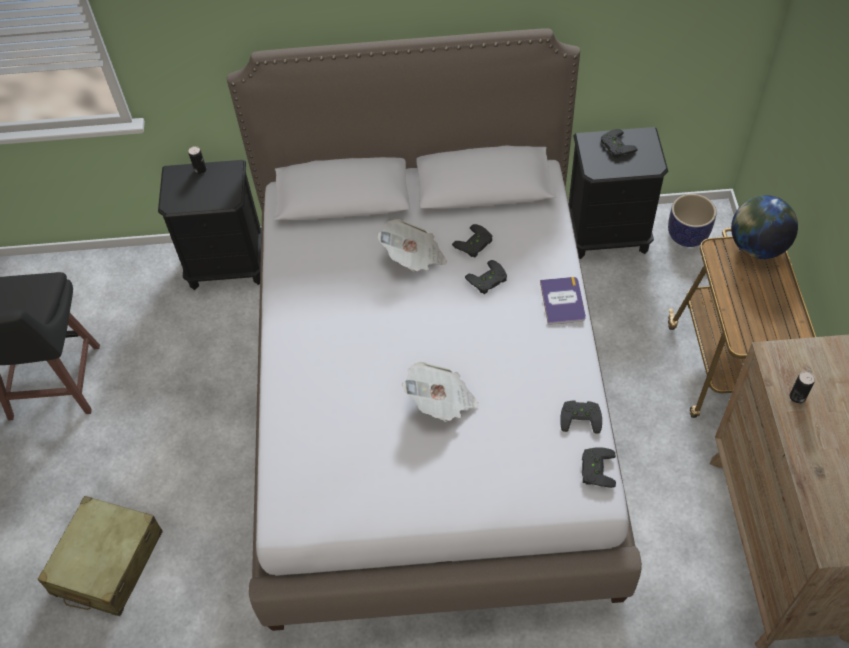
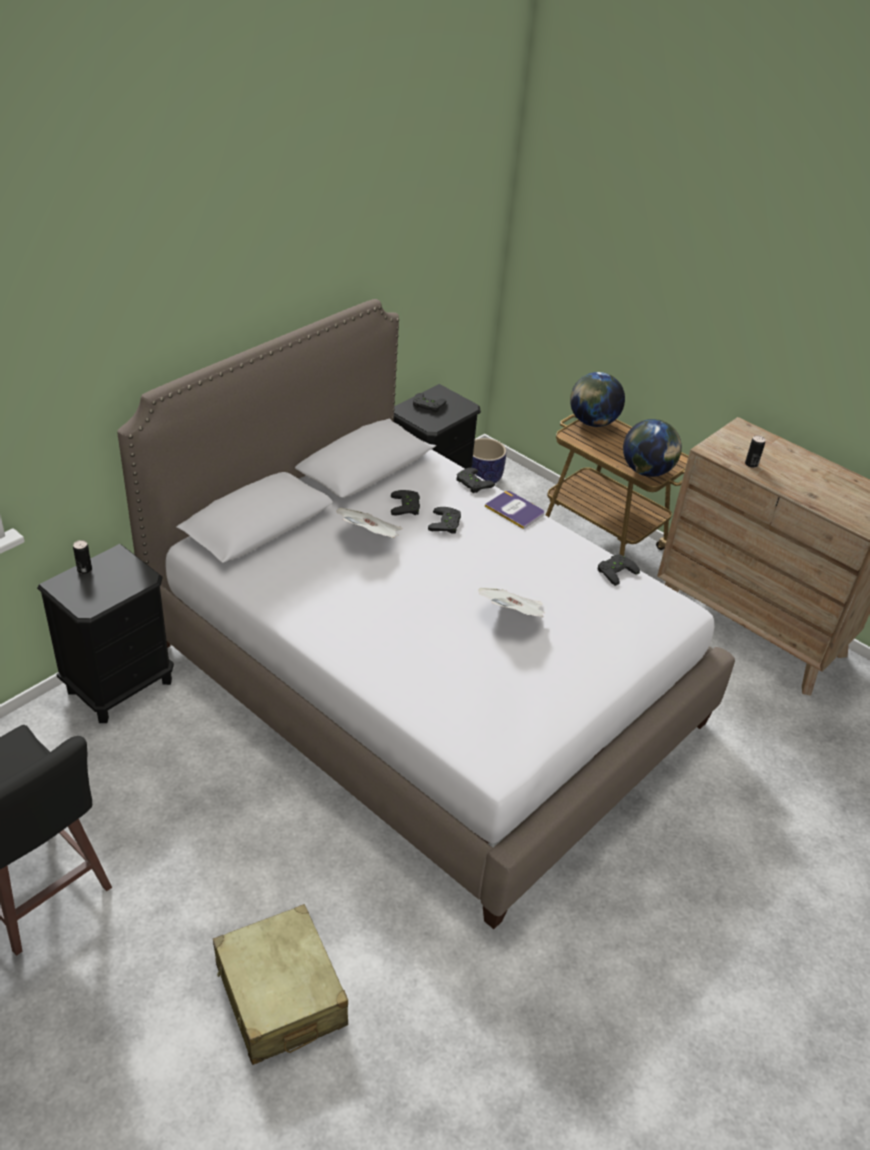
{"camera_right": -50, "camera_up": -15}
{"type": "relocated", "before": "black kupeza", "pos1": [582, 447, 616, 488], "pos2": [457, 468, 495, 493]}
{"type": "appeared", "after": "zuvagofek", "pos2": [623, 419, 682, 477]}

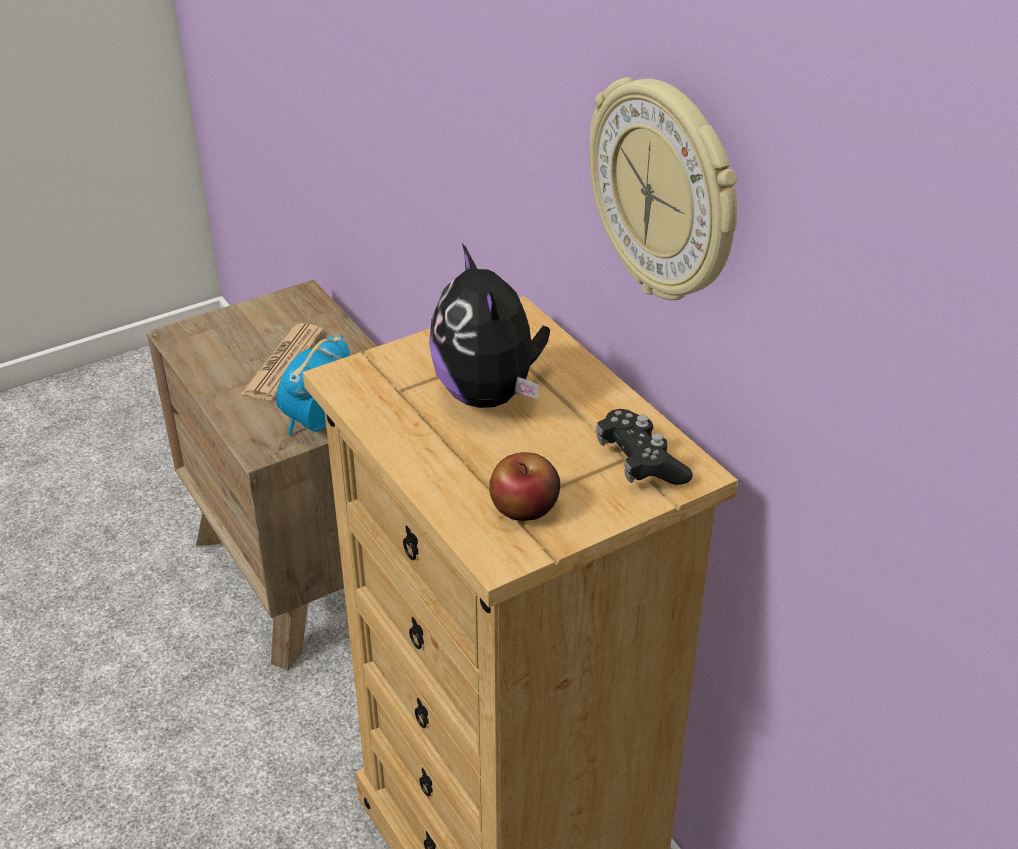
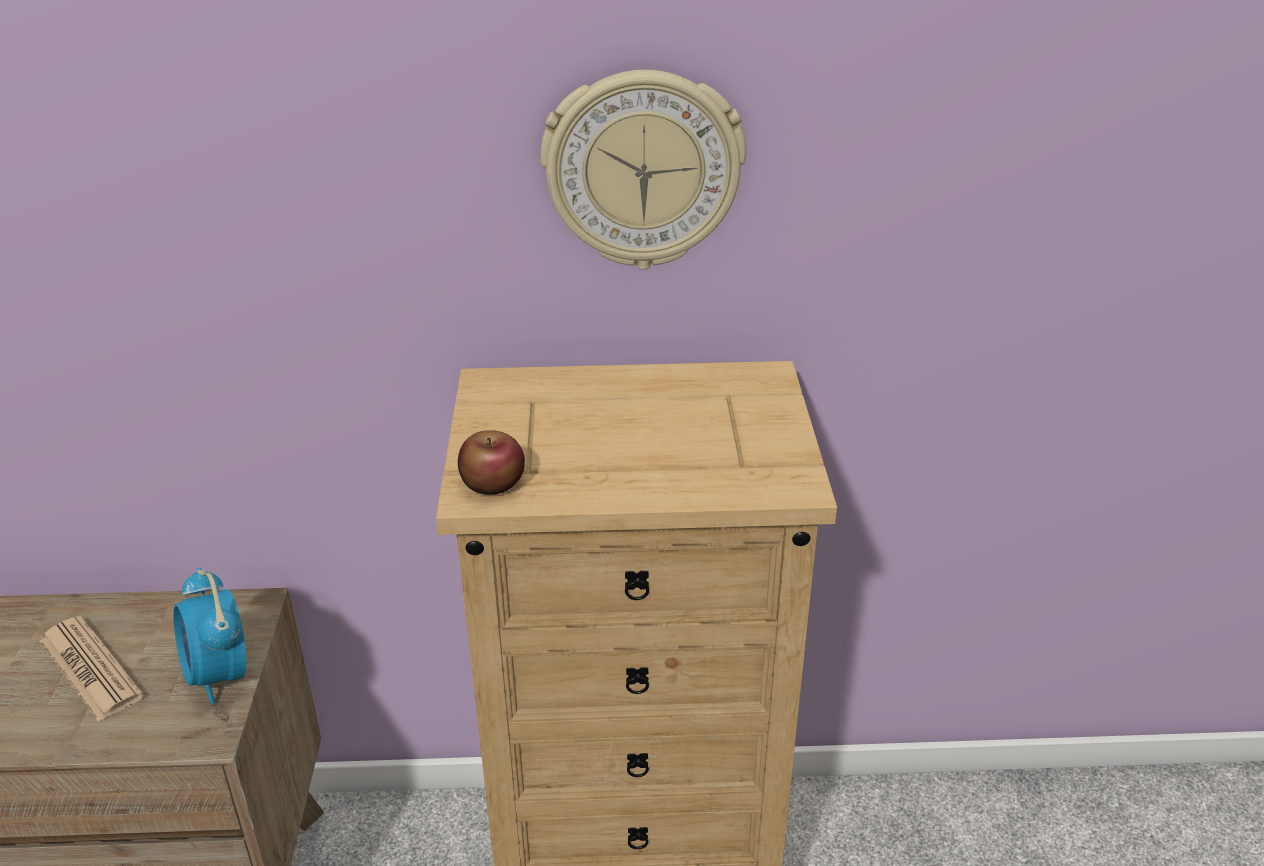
{"camera_right": -60, "camera_up": -5}
{"type": "missing", "before": "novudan", "pos1": [429, 243, 550, 408]}
{"type": "relocated", "before": "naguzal", "pos1": [489, 452, 560, 521], "pos2": [458, 430, 525, 495]}
{"type": "missing", "before": "black kupeza", "pos1": [596, 409, 693, 485]}

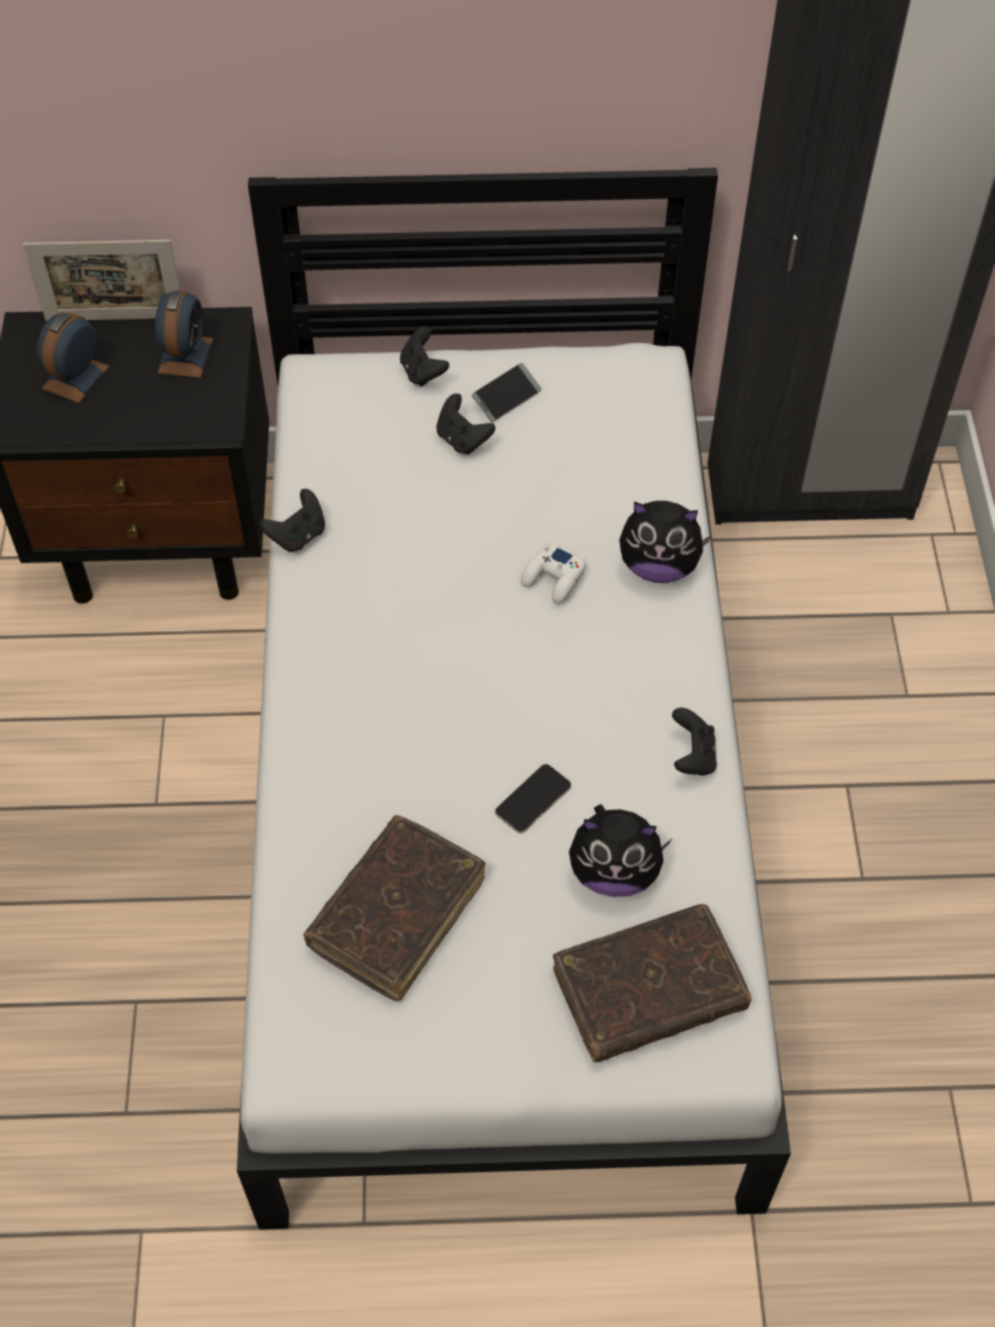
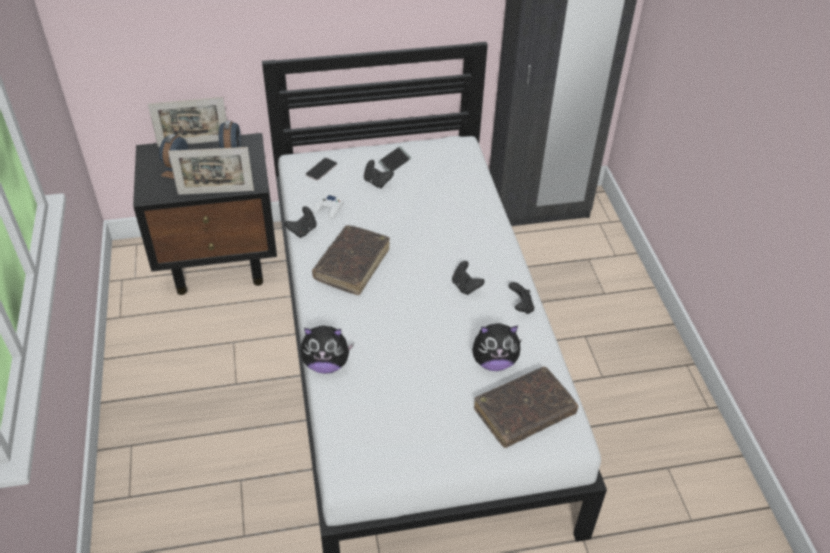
{"camera_right": -10, "camera_up": -10}
{"type": "relocated", "before": "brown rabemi", "pos1": [303, 815, 486, 1001], "pos2": [312, 226, 390, 295]}
{"type": "relocated", "before": "black kupeza", "pos1": [400, 326, 449, 387], "pos2": [452, 261, 485, 295]}
{"type": "relocated", "before": "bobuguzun", "pos1": [495, 764, 571, 833], "pos2": [306, 158, 337, 180]}
{"type": "relocated", "before": "white kupeza", "pos1": [521, 543, 586, 604], "pos2": [313, 193, 343, 219]}
{"type": "relocated", "before": "novudan", "pos1": [619, 501, 712, 583], "pos2": [301, 325, 354, 374]}
{"type": "appeared", "after": "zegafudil", "pos2": [168, 147, 254, 195]}

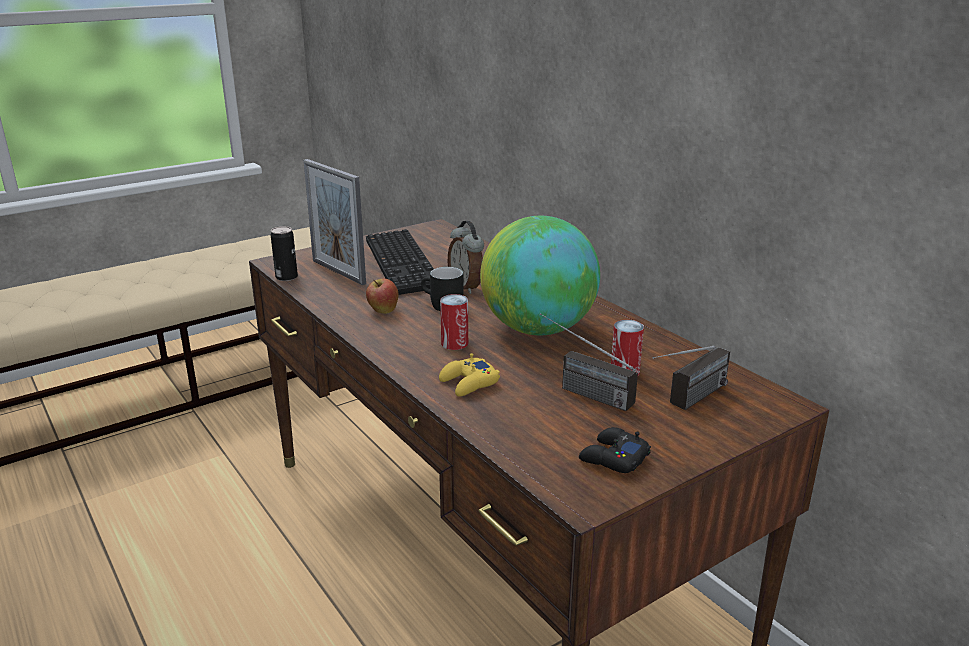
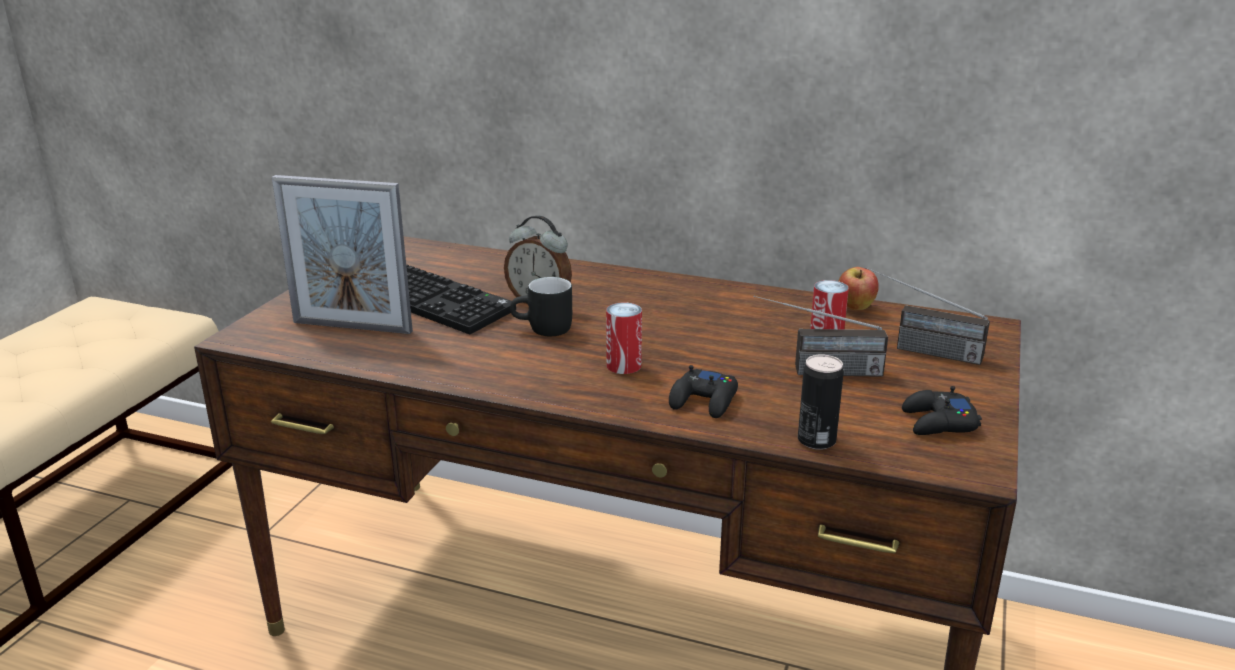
{"camera_right": -35, "camera_up": 0}
{"type": "relocated", "before": "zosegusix", "pos1": [271, 226, 298, 281], "pos2": [798, 354, 844, 450]}
{"type": "relocated", "before": "naguzal", "pos1": [366, 279, 399, 314], "pos2": [838, 267, 879, 310]}
{"type": "colour", "before": "yellow kupeza", "after": "black kupeza", "pos1": [439, 353, 500, 397], "pos2": [669, 365, 738, 418]}
{"type": "missing", "before": "zuvagofek", "pos1": [480, 216, 600, 336]}
{"type": "spun", "before": "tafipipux", "pos1": [652, 346, 730, 410], "pos2": [865, 267, 990, 365], "turn": 105}

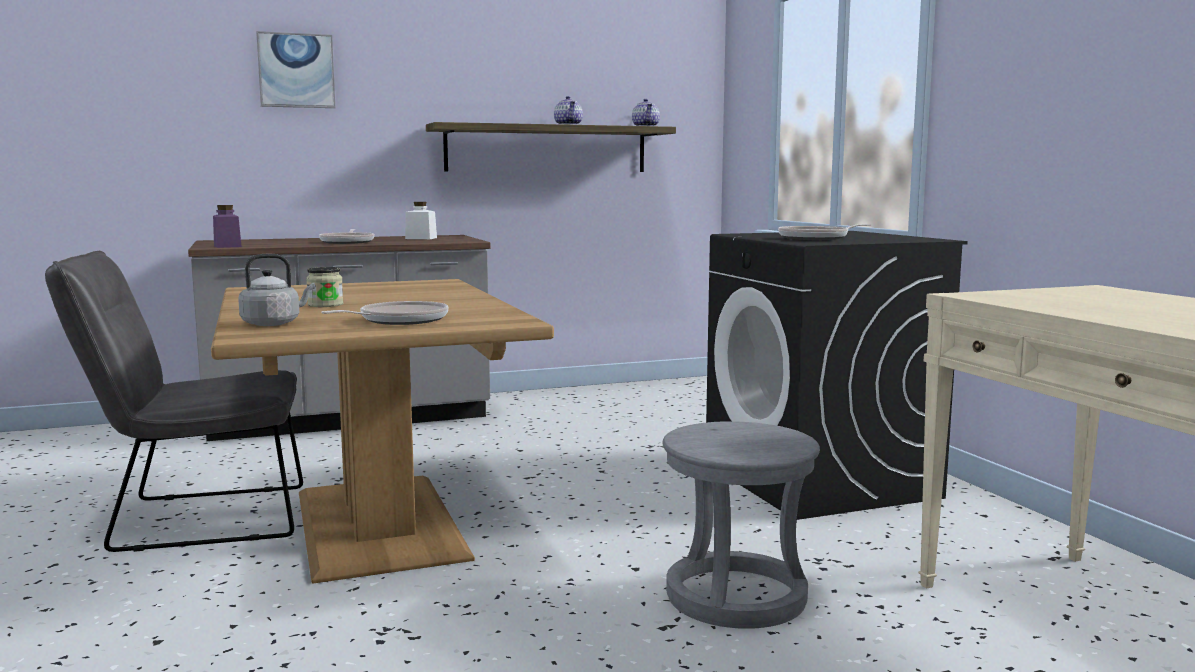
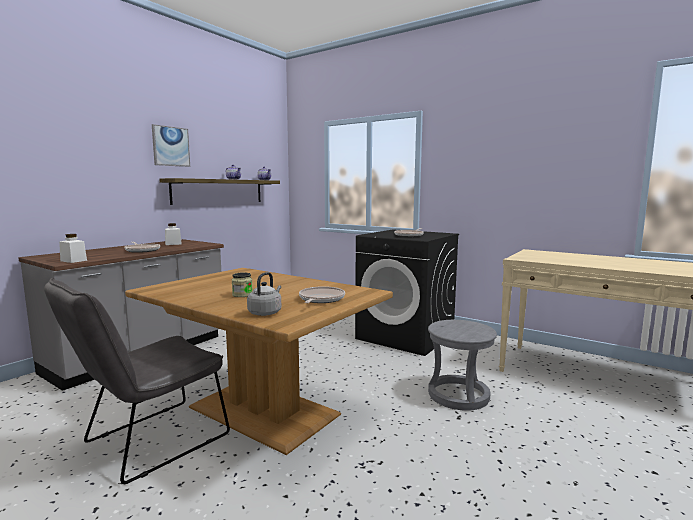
{"camera_right": -35, "camera_up": 0}
{"type": "colour", "before": "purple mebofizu", "after": "white mebofizu", "pos1": [213, 205, 242, 248], "pos2": [59, 234, 87, 263]}
{"type": "relocated", "before": "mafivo", "pos1": [256, 31, 336, 108], "pos2": [152, 124, 190, 167]}

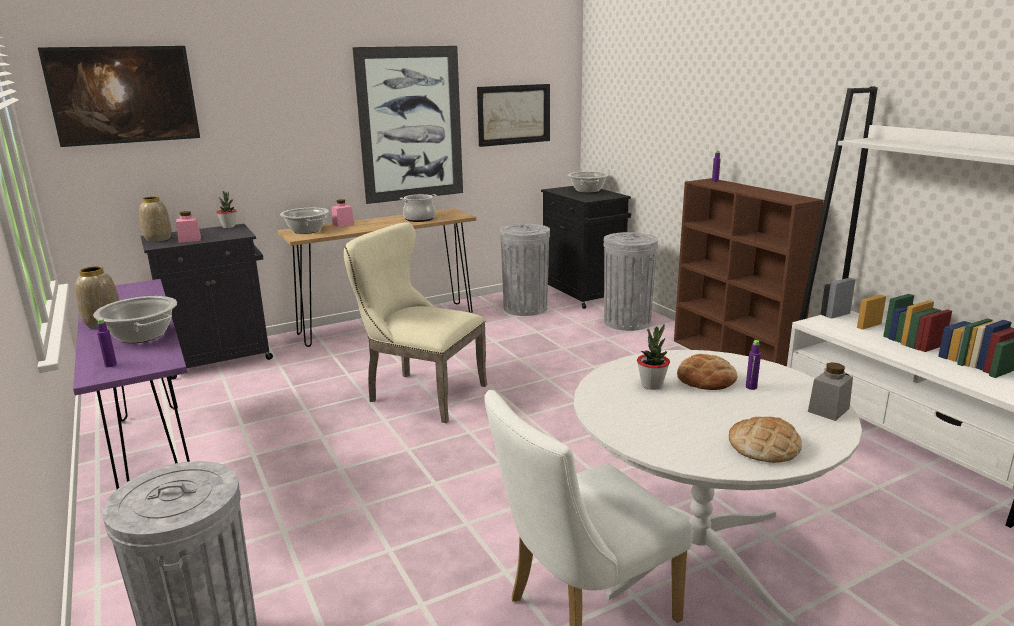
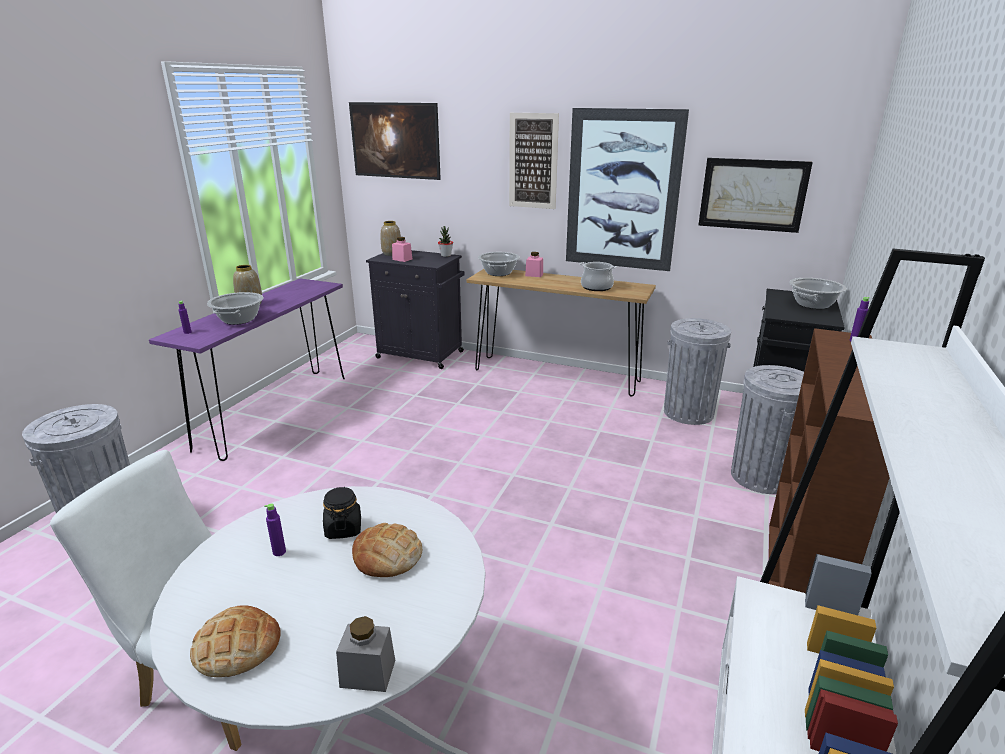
{"camera_right": 50, "camera_up": 5}
{"type": "missing", "before": "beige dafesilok", "pos1": [344, 222, 487, 423]}
{"type": "exchanged", "before": "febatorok", "after": "black mebofizu", "pos1": [637, 324, 670, 390], "pos2": [323, 487, 361, 539]}
{"type": "relocated", "before": "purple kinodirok", "pos1": [746, 340, 761, 390], "pos2": [264, 503, 286, 556]}
{"type": "appeared", "after": "mafivo", "pos2": [509, 113, 559, 209]}

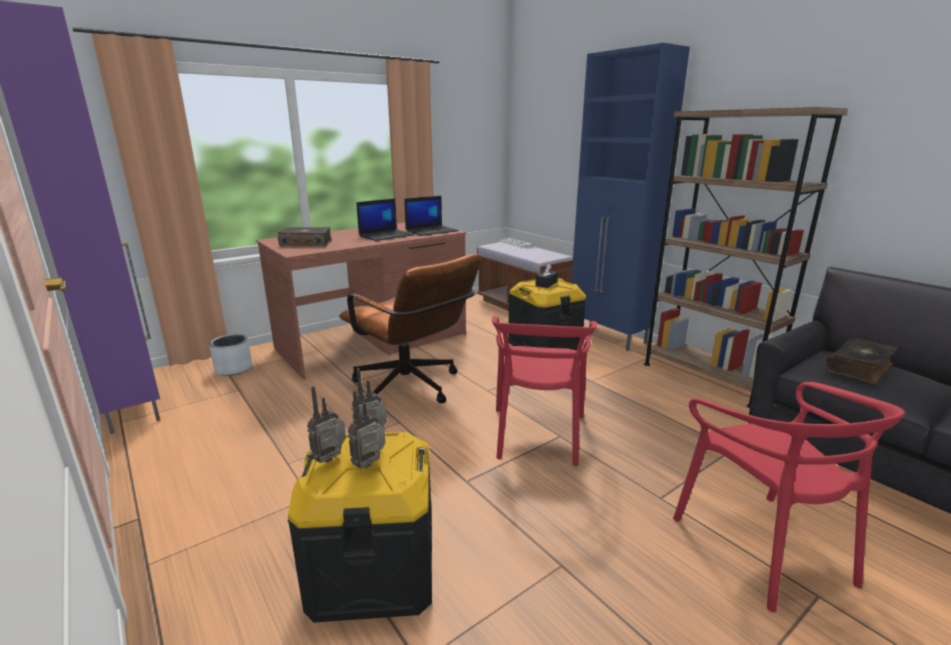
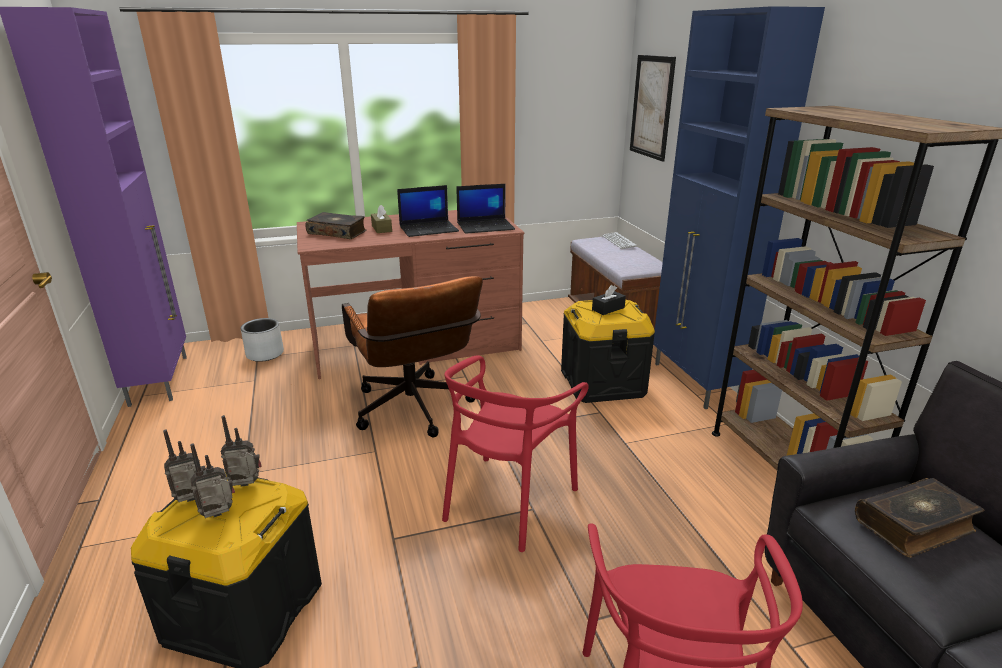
{"camera_right": 20, "camera_up": 5}
{"type": "appeared", "after": "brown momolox", "pos2": [371, 205, 392, 233]}
{"type": "appeared", "after": "mafivo", "pos2": [630, 55, 676, 162]}

